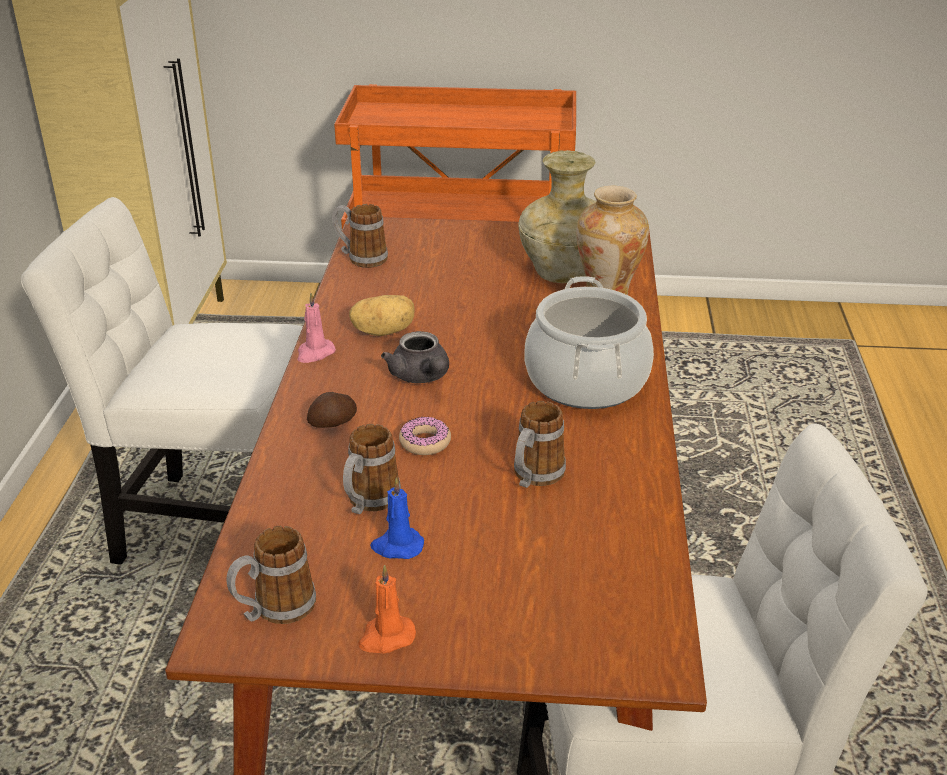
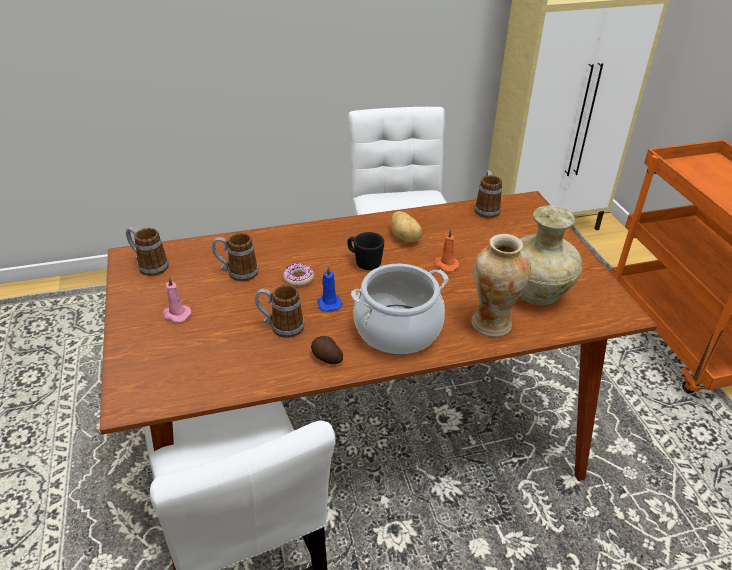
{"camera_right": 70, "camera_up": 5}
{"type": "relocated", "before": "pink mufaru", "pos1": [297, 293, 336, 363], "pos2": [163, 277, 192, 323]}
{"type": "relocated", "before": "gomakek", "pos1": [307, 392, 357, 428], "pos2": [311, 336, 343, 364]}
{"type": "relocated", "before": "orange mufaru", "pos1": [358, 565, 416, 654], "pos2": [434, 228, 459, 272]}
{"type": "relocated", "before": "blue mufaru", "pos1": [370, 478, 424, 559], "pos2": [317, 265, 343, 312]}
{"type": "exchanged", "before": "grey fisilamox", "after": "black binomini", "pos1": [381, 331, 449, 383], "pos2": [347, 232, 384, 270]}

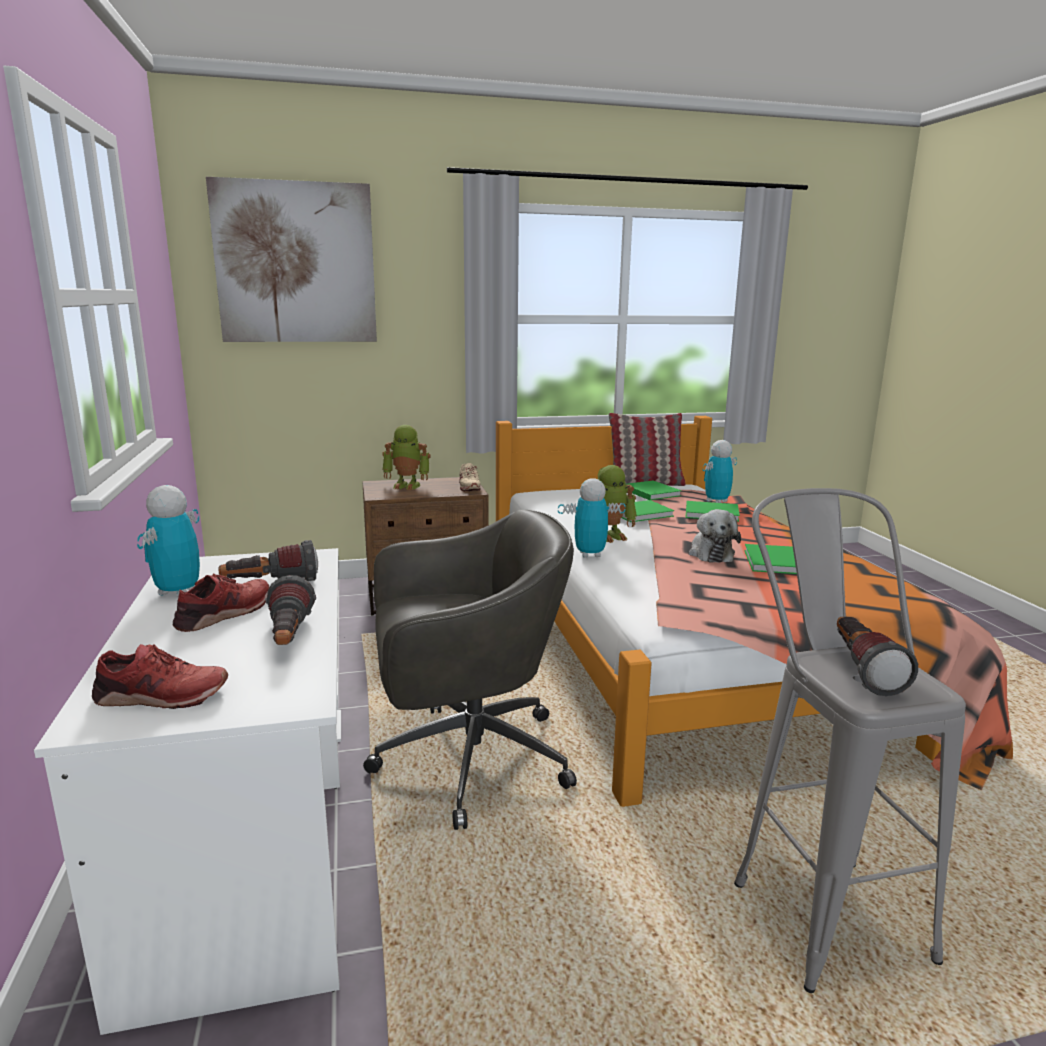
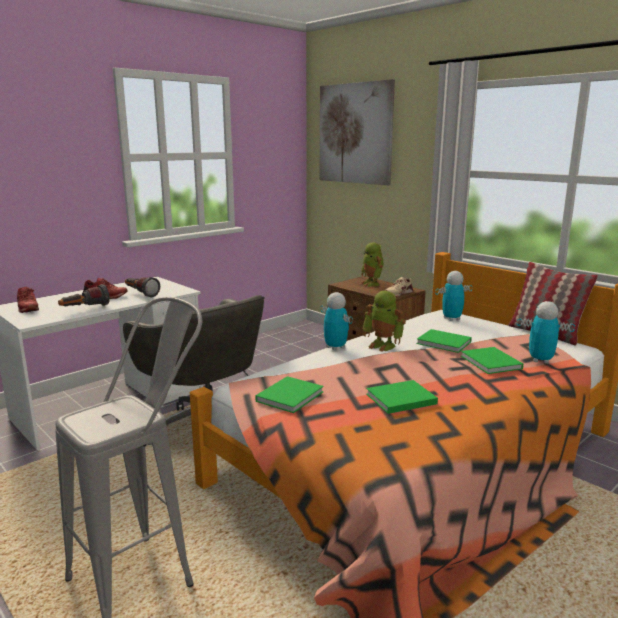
{"camera_right": 60, "camera_up": 0}
{"type": "relocated", "before": "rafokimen", "pos1": [137, 485, 200, 597], "pos2": [435, 271, 472, 321]}
{"type": "relocated", "before": "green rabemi", "pos1": [626, 480, 681, 500], "pos2": [255, 376, 324, 413]}
{"type": "missing", "before": "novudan", "pos1": [688, 509, 741, 563]}
{"type": "missing", "before": "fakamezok", "pos1": [837, 617, 918, 696]}

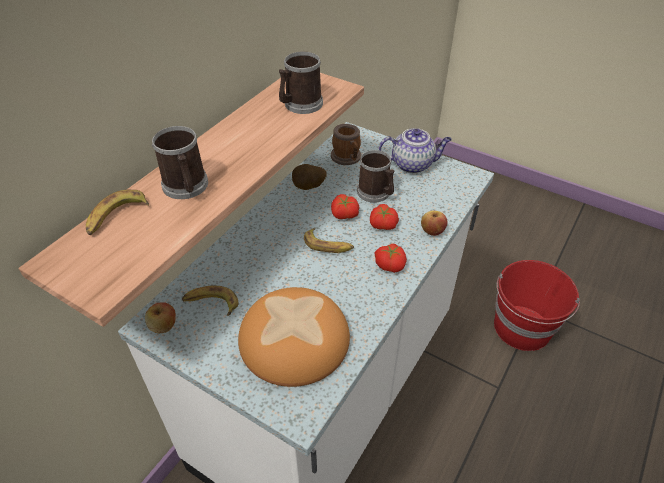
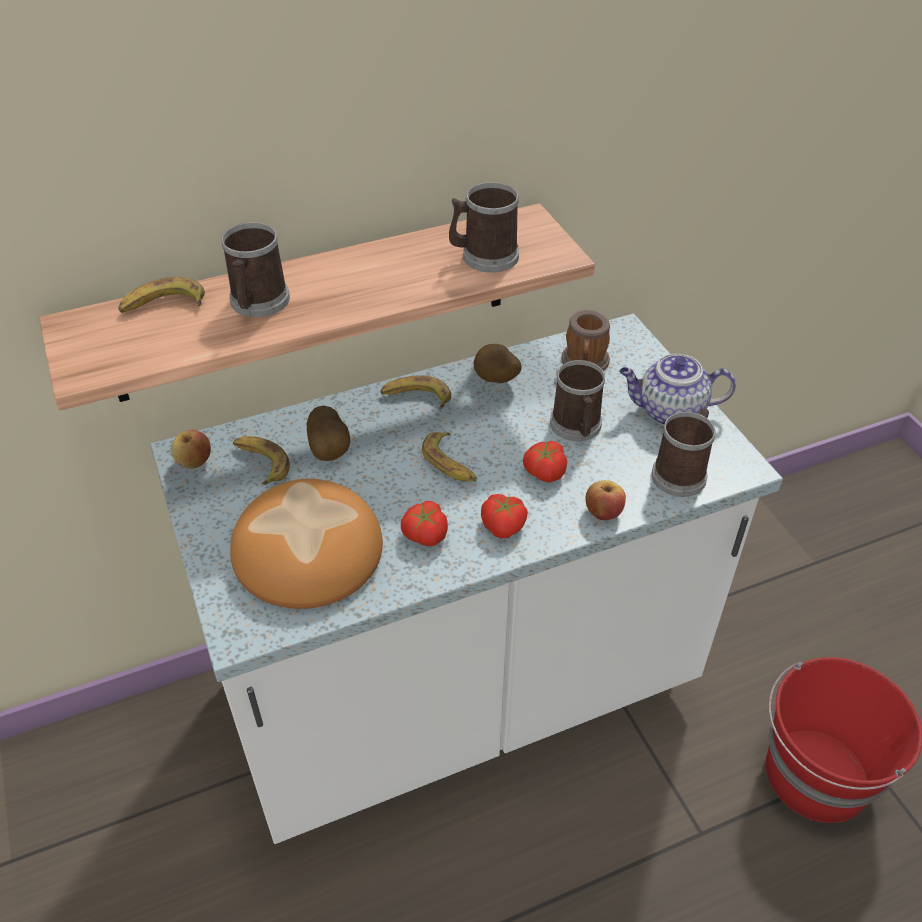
{"camera_right": 35, "camera_up": 0}
{"type": "relocated", "before": "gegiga", "pos1": [331, 194, 359, 219], "pos2": [401, 501, 448, 546]}
{"type": "spun", "before": "fisilamox", "pos1": [378, 128, 452, 173], "pos2": [619, 354, 736, 425], "turn": 150}
{"type": "appeared", "after": "gomakek", "pos2": [307, 405, 350, 461]}
{"type": "appeared", "after": "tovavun", "pos2": [380, 375, 451, 409]}
{"type": "appeared", "after": "binomini", "pos2": [652, 408, 716, 497]}

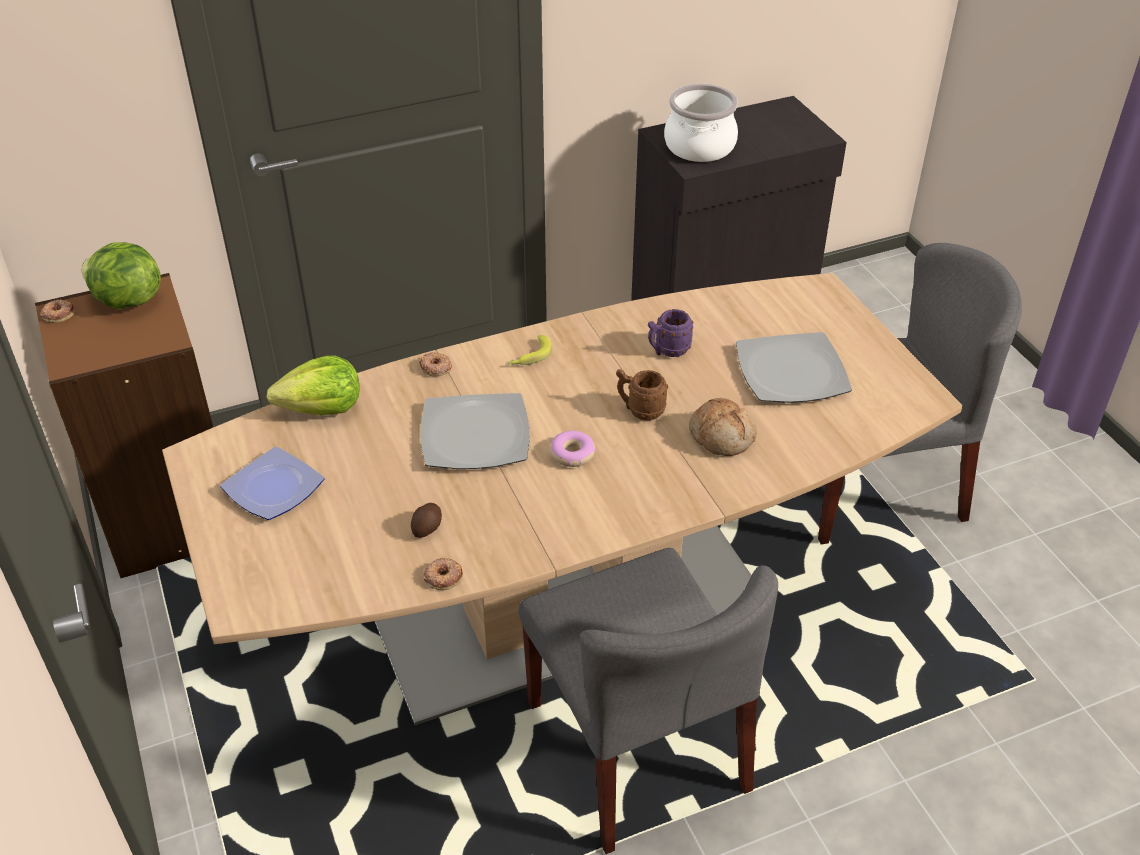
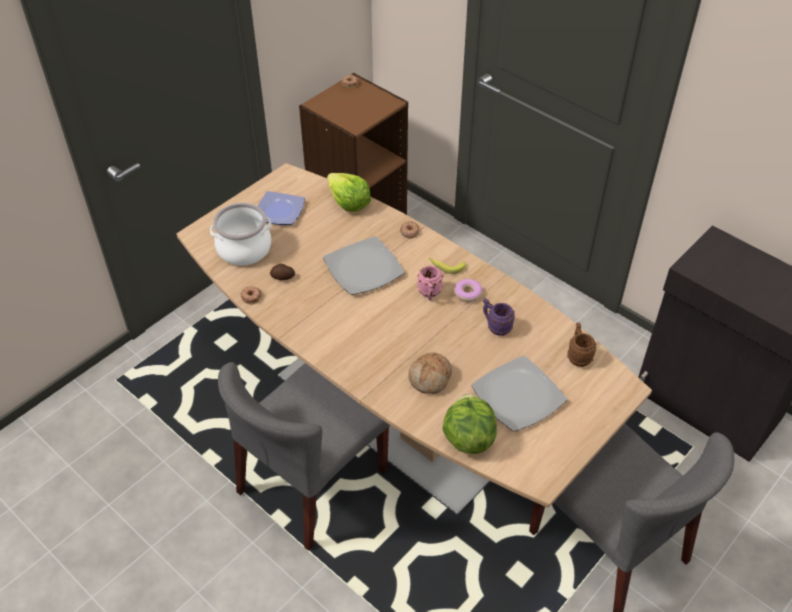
{"camera_right": 65, "camera_up": 5}
{"type": "relocated", "before": "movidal", "pos1": [81, 242, 161, 309], "pos2": [442, 394, 497, 454]}
{"type": "relocated", "before": "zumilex", "pos1": [550, 431, 595, 467], "pos2": [454, 279, 483, 302]}
{"type": "relocated", "before": "brown binomini", "pos1": [616, 369, 668, 420], "pos2": [567, 322, 596, 367]}
{"type": "relocated", "before": "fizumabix", "pos1": [664, 84, 738, 162], "pos2": [210, 203, 271, 265]}
{"type": "appeared", "after": "pink binomini", "pos2": [417, 266, 443, 300]}

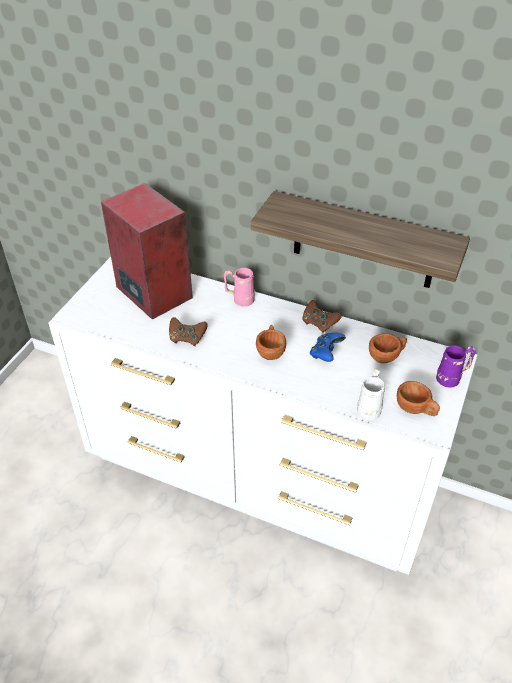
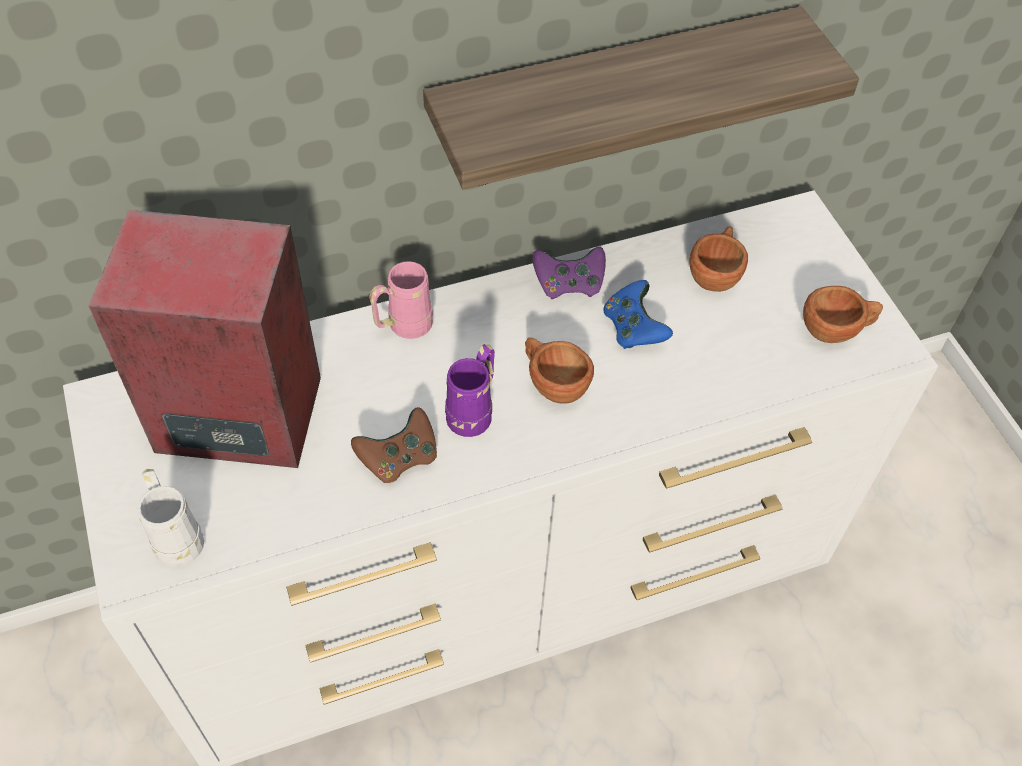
{"camera_right": -45, "camera_up": 10}
{"type": "colour", "before": "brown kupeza", "after": "purple kupeza", "pos1": [302, 300, 342, 333], "pos2": [532, 247, 606, 299]}
{"type": "relocated", "before": "white binomini", "pos1": [357, 369, 385, 420], "pos2": [138, 469, 204, 567]}
{"type": "relocated", "before": "purple binomini", "pos1": [436, 345, 475, 388], "pos2": [445, 344, 495, 437]}

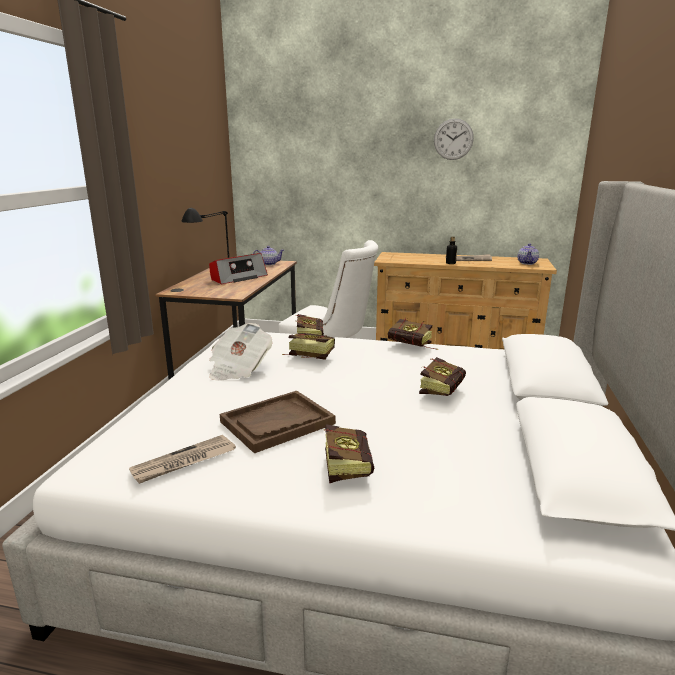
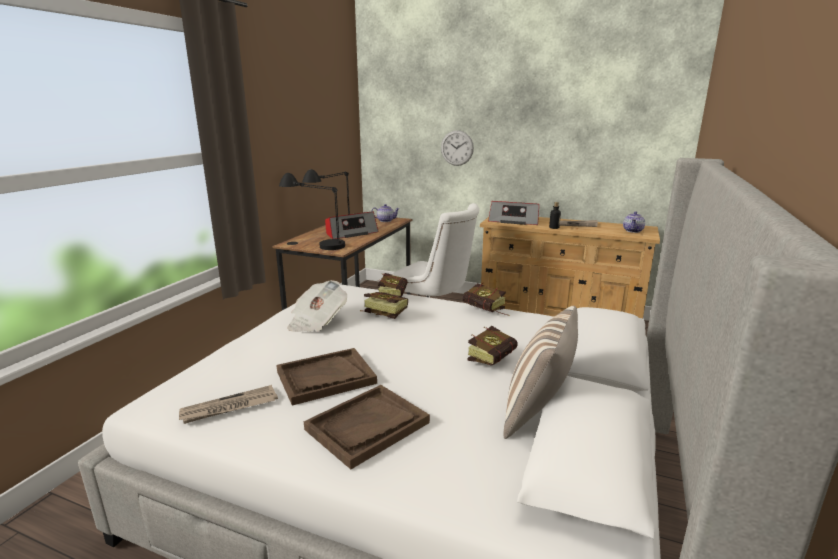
{"camera_right": 10, "camera_up": 0}
{"type": "exchanged", "before": "rabemi", "after": "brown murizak", "pos1": [324, 425, 374, 484], "pos2": [304, 385, 430, 469]}
{"type": "relocated", "before": "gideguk", "pos1": [434, 118, 474, 160], "pos2": [441, 130, 474, 166]}
{"type": "appeared", "after": "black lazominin", "pos2": [279, 173, 345, 250]}
{"type": "appeared", "after": "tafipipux", "pos2": [488, 201, 539, 225]}
{"type": "appeared", "after": "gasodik", "pos2": [504, 306, 578, 439]}

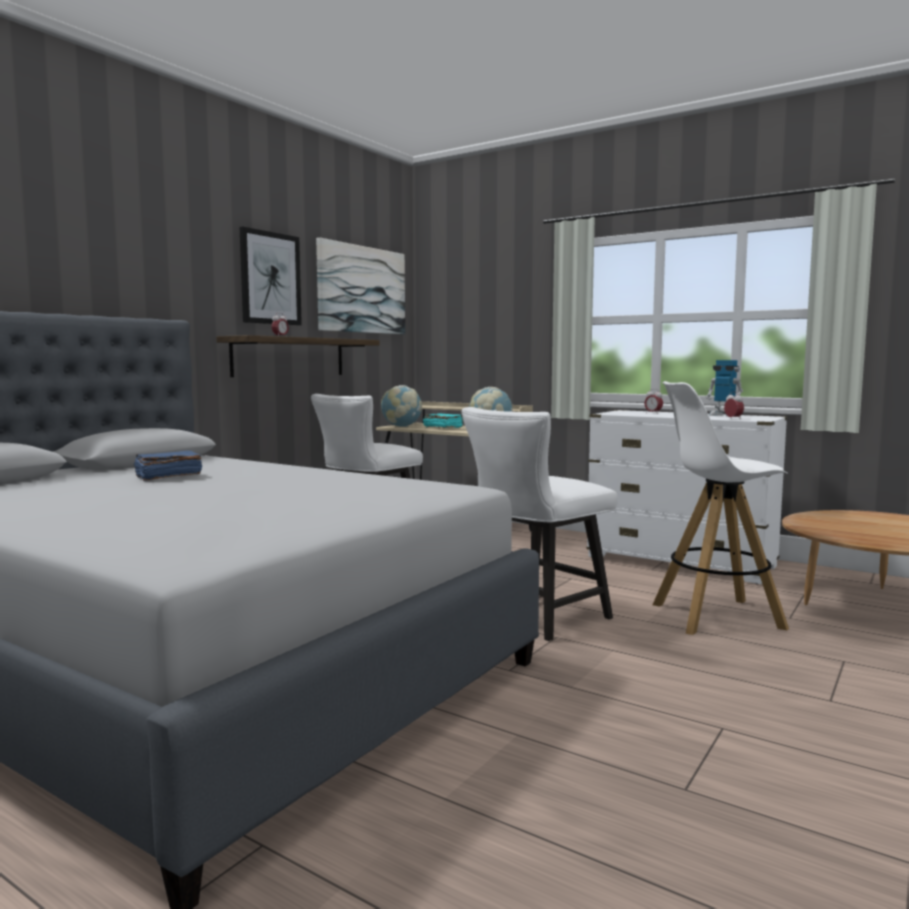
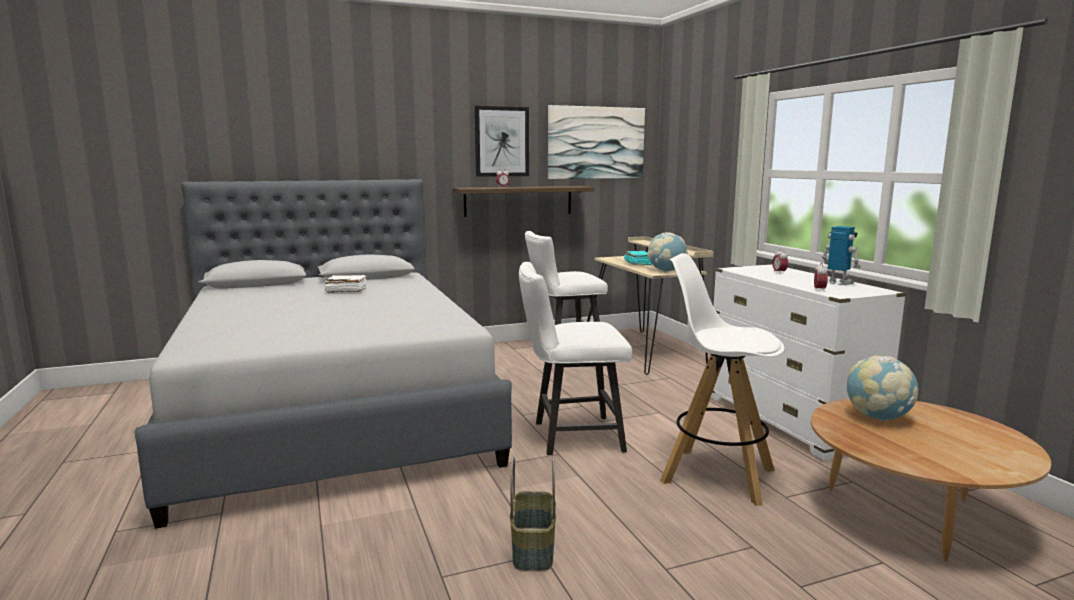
{"camera_right": 35, "camera_up": 5}
{"type": "colour", "before": "blue rabemi", "after": "white rabemi", "pos1": [134, 451, 202, 481], "pos2": [324, 275, 367, 293]}
{"type": "relocated", "before": "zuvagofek", "pos1": [381, 385, 422, 427], "pos2": [847, 356, 919, 421]}
{"type": "spun", "before": "rafokimen", "pos1": [706, 360, 743, 417], "pos2": [822, 226, 861, 285], "turn": 150}
{"type": "appeared", "after": "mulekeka", "pos2": [510, 456, 556, 571]}

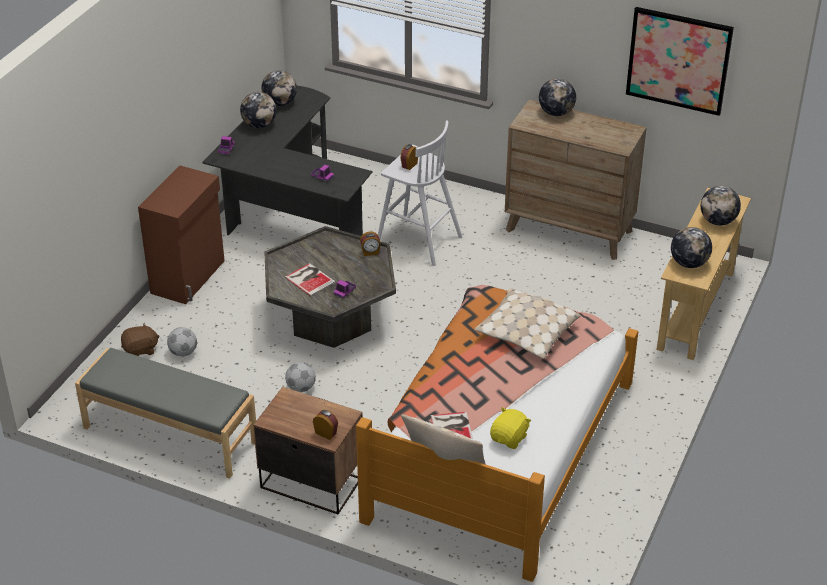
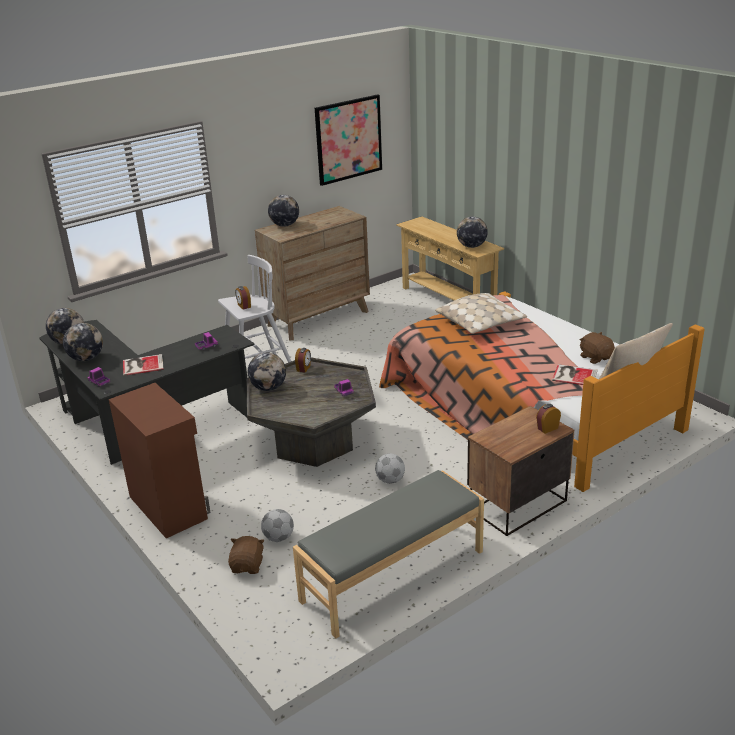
{"camera_right": -60, "camera_up": -10}
{"type": "relocated", "before": "rabemi", "pos1": [285, 263, 335, 296], "pos2": [123, 354, 164, 376]}
{"type": "colour", "before": "yellow novudan", "after": "brown novudan", "pos1": [490, 407, 531, 449], "pos2": [580, 332, 615, 364]}
{"type": "relocated", "before": "zuvagofek", "pos1": [701, 186, 741, 225], "pos2": [248, 353, 286, 391]}

